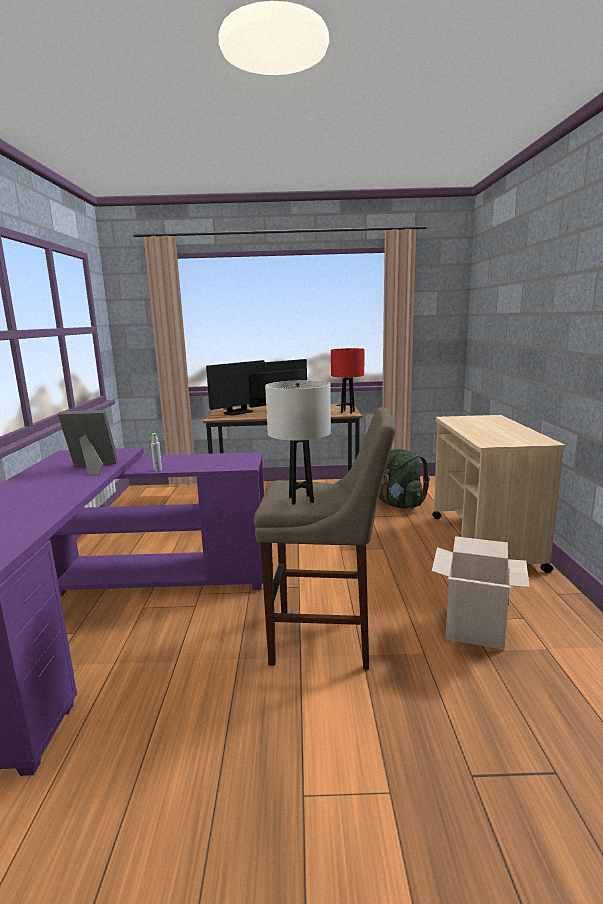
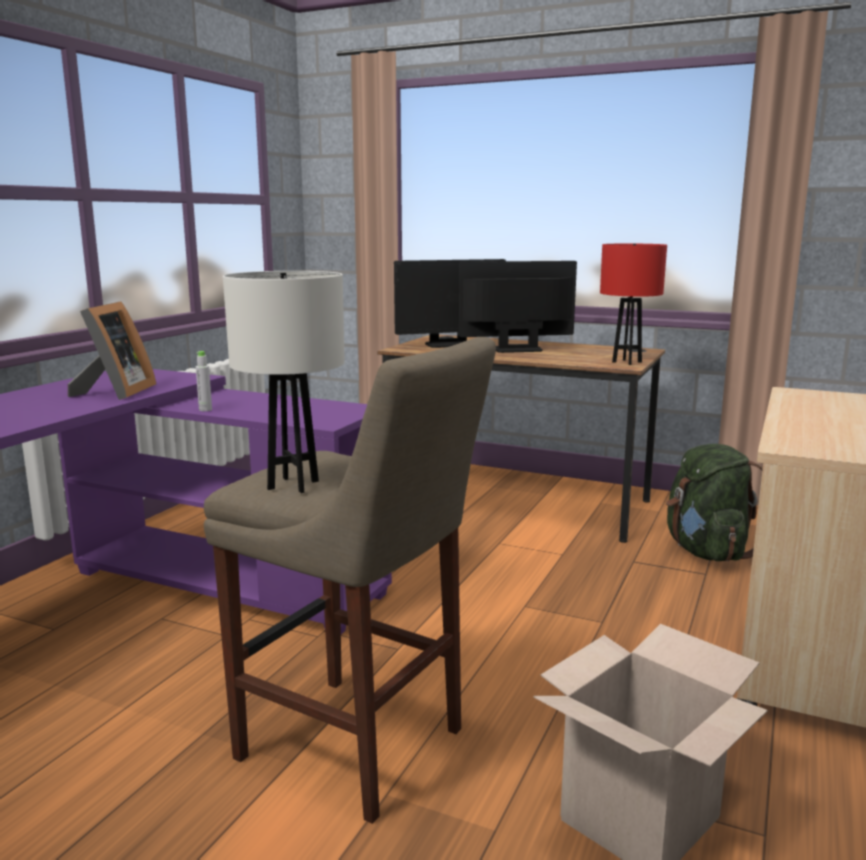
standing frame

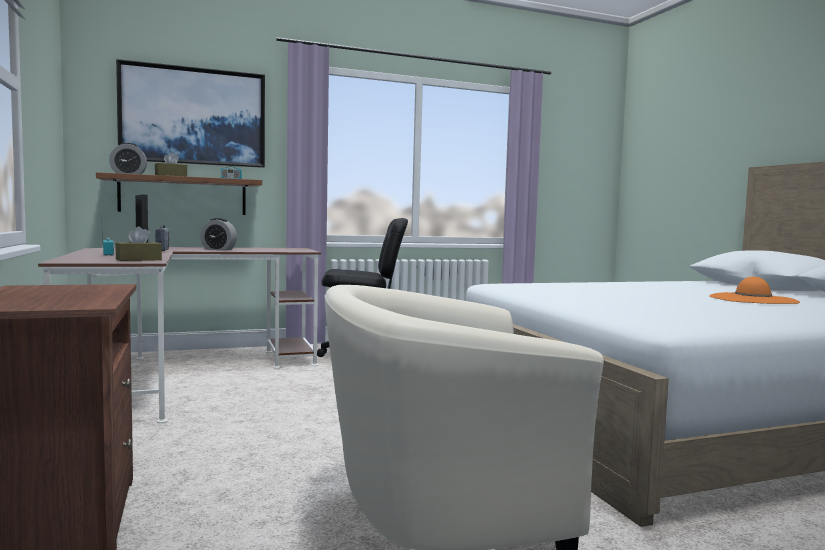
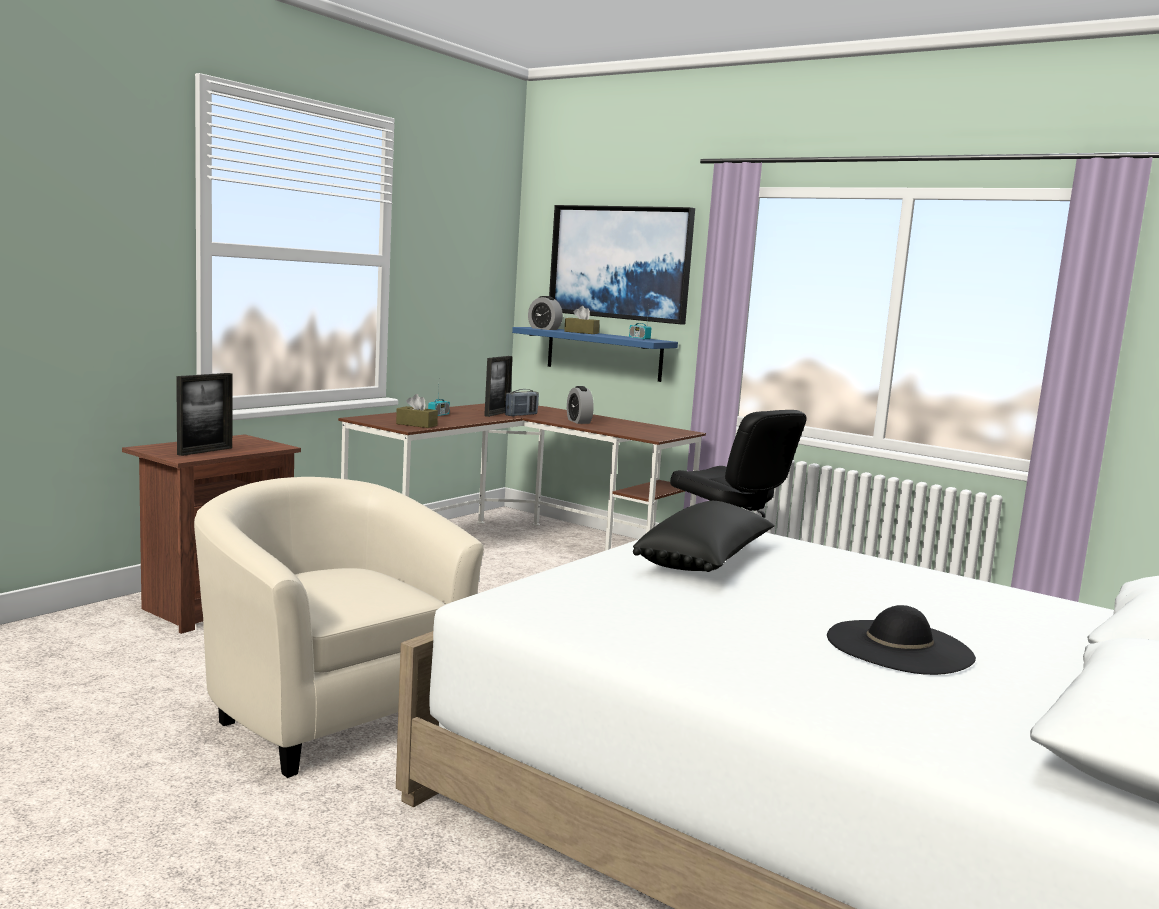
bracket shelf/blue
hat/black
standing frame (1st from left)
pillow/black

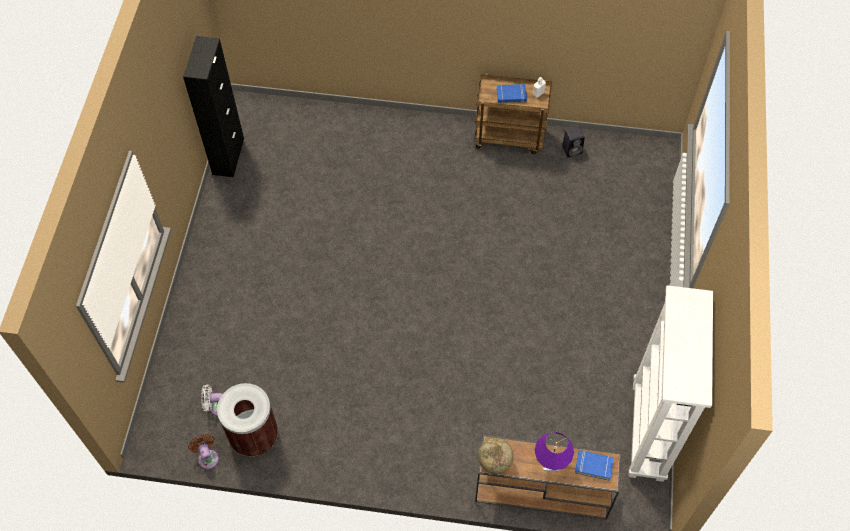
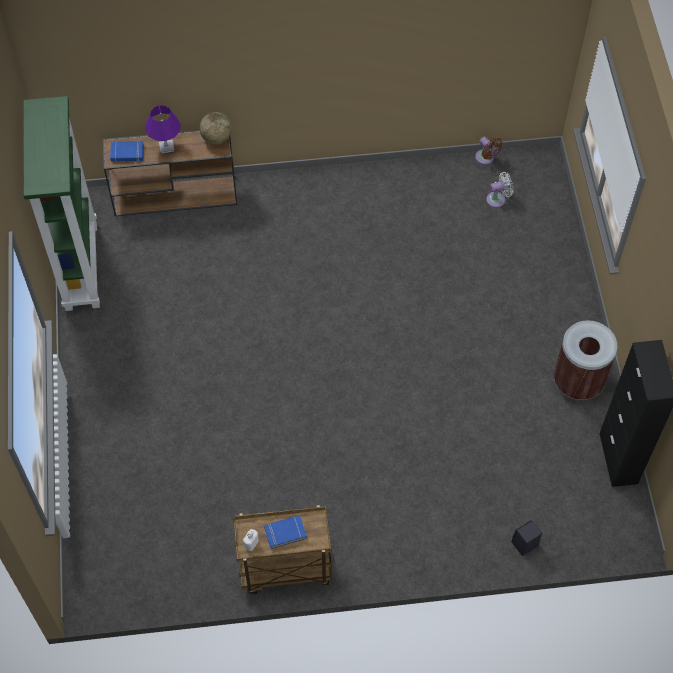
rubbish bin/brown
audio speaker/black
bookshelf/greenish

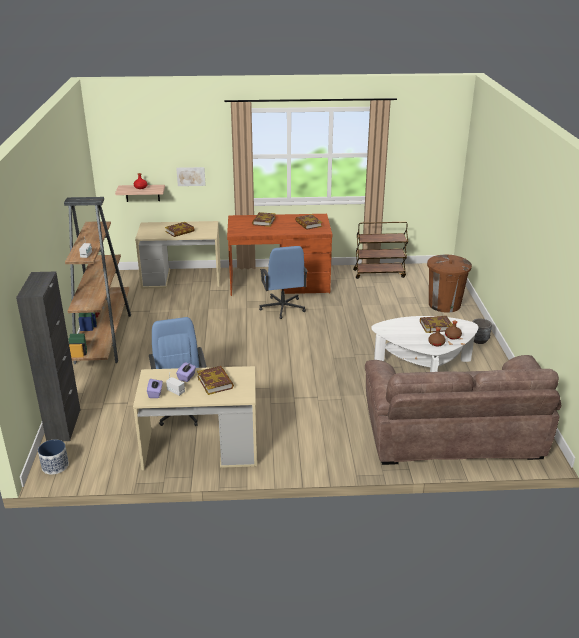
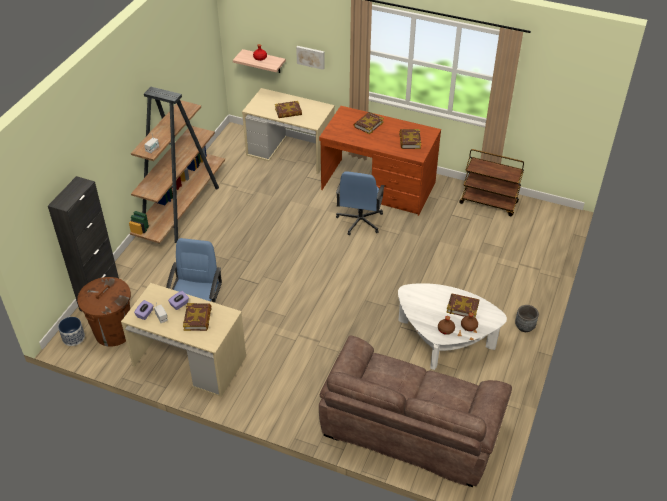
rubbish bin/brown

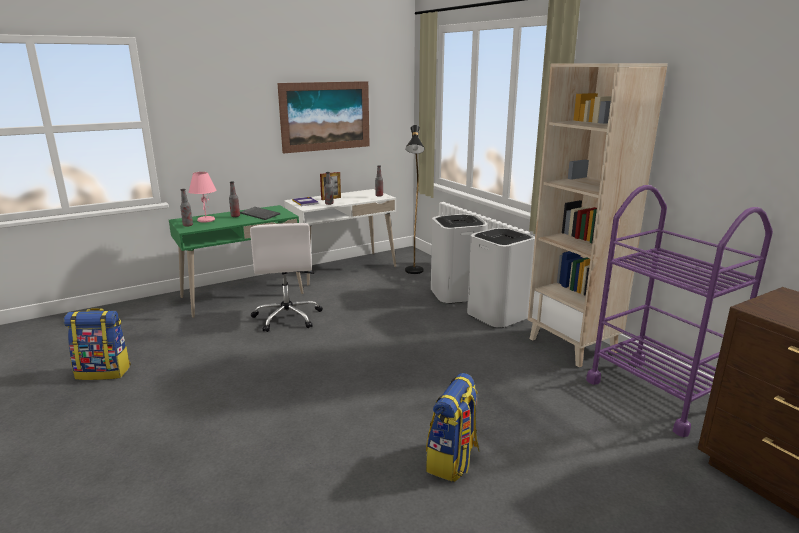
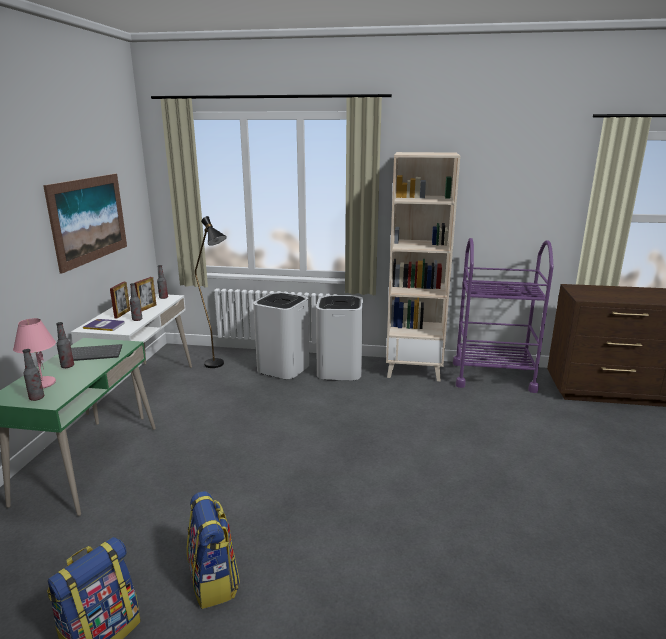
office chair/white
knapsack (2nd from left)
standing frame (2nd from left)

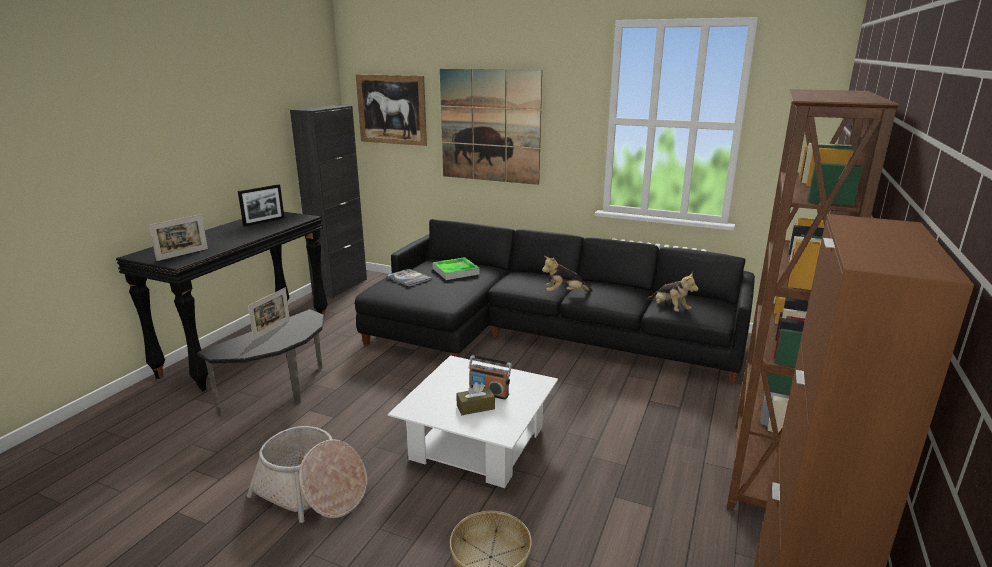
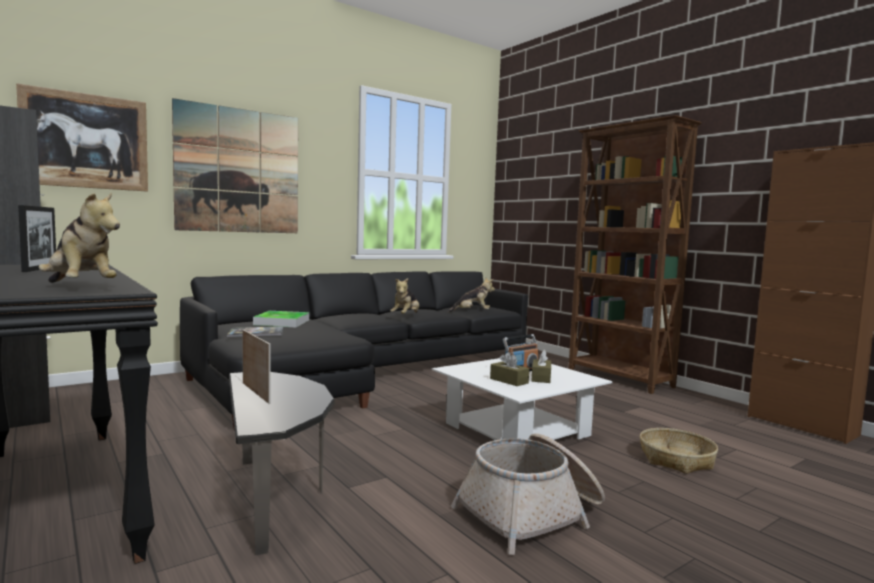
soft toy (1st from left)
tissue box/brown (1st from left)

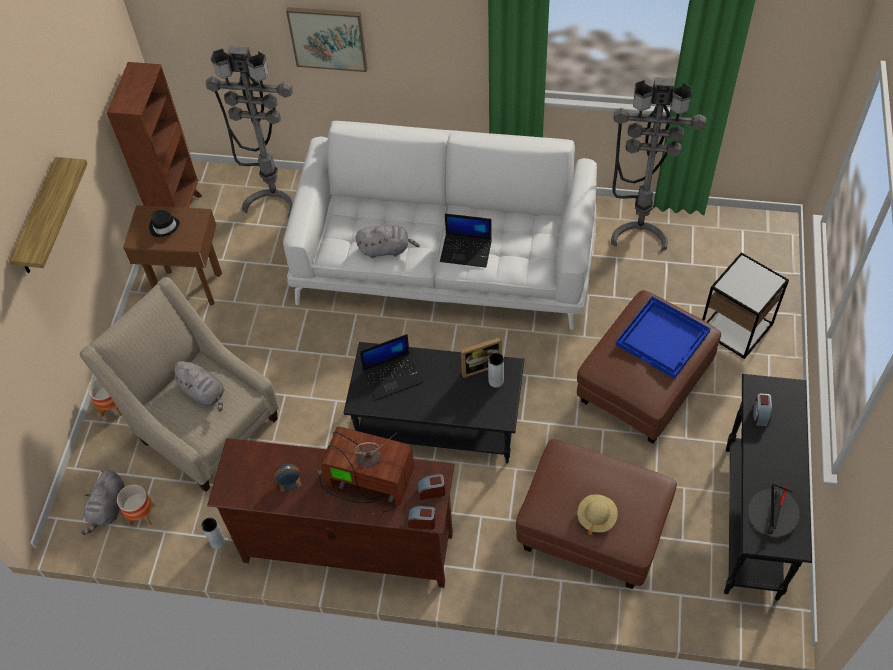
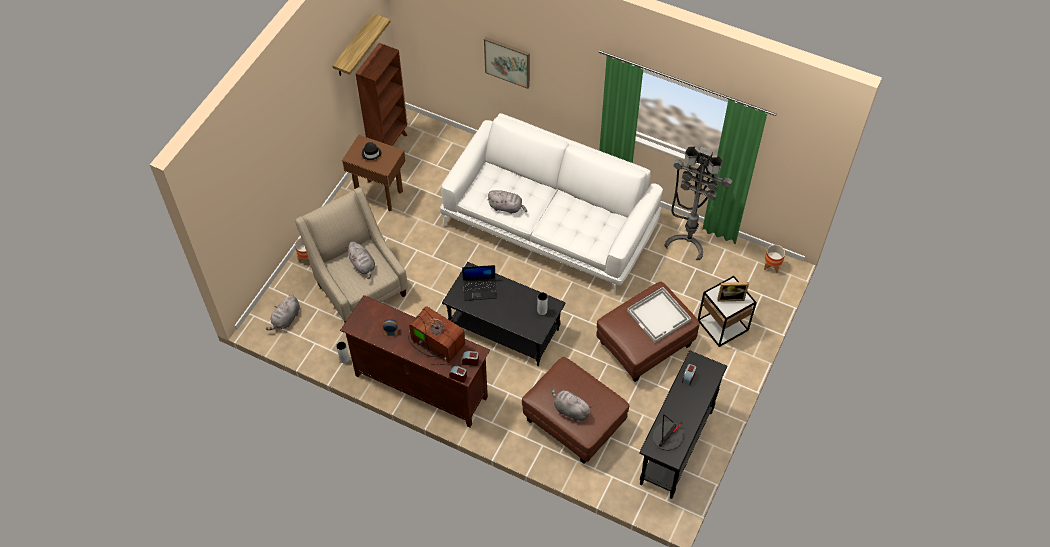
bracket shelf
planter (2nd from left)
floor lamp/gray (1st from left in the first image)
portable computer (2nd from left in the first image)
standing frame
soft toy/gray (4th from left)
serving tray/white

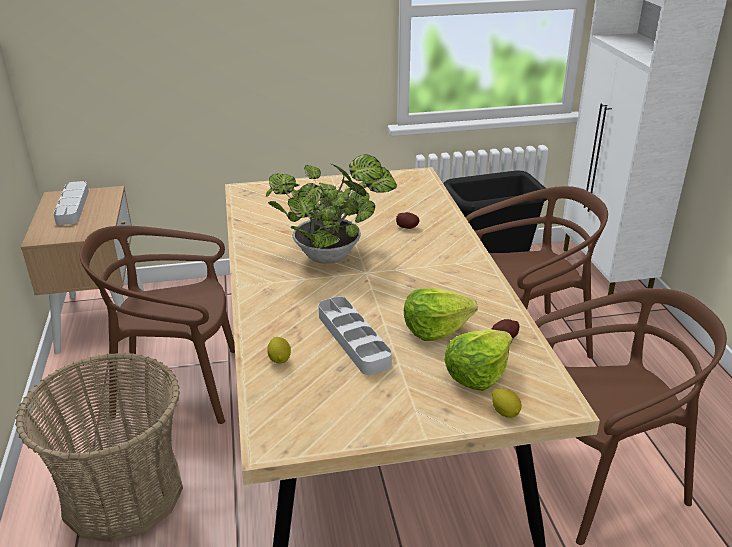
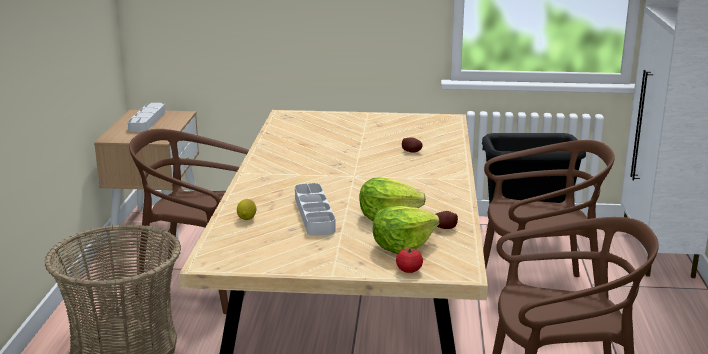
plant in a pot
whole tomato

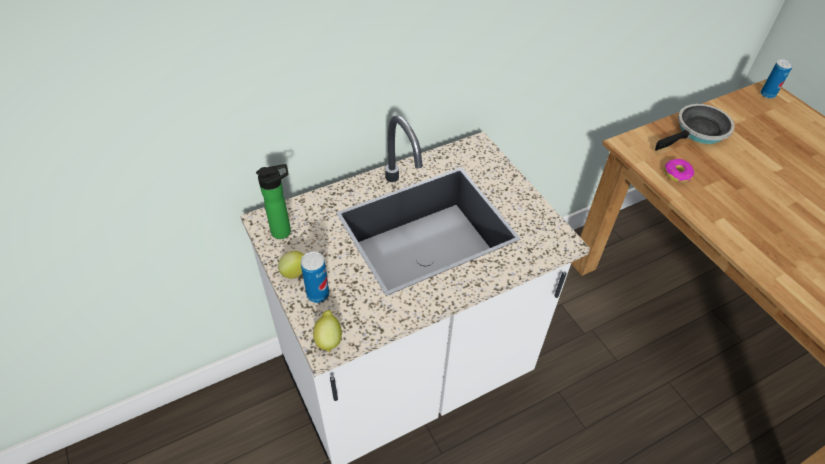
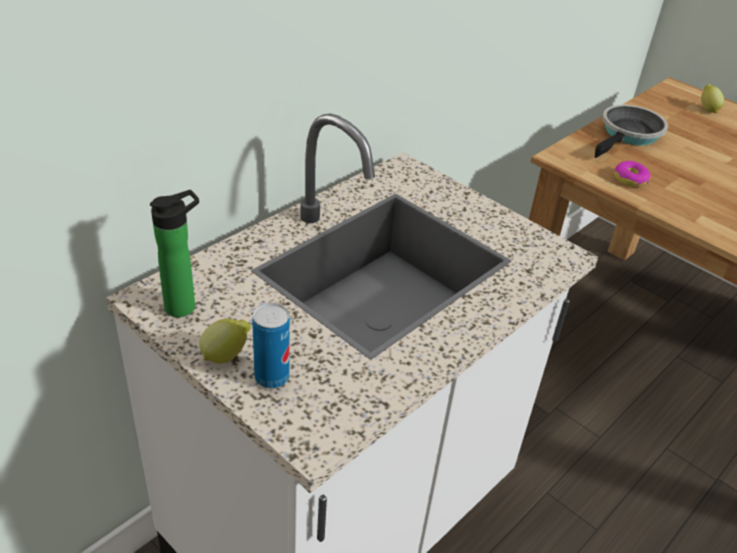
citrus fruit (2nd from left)
metal can (2nd from left in the first image)

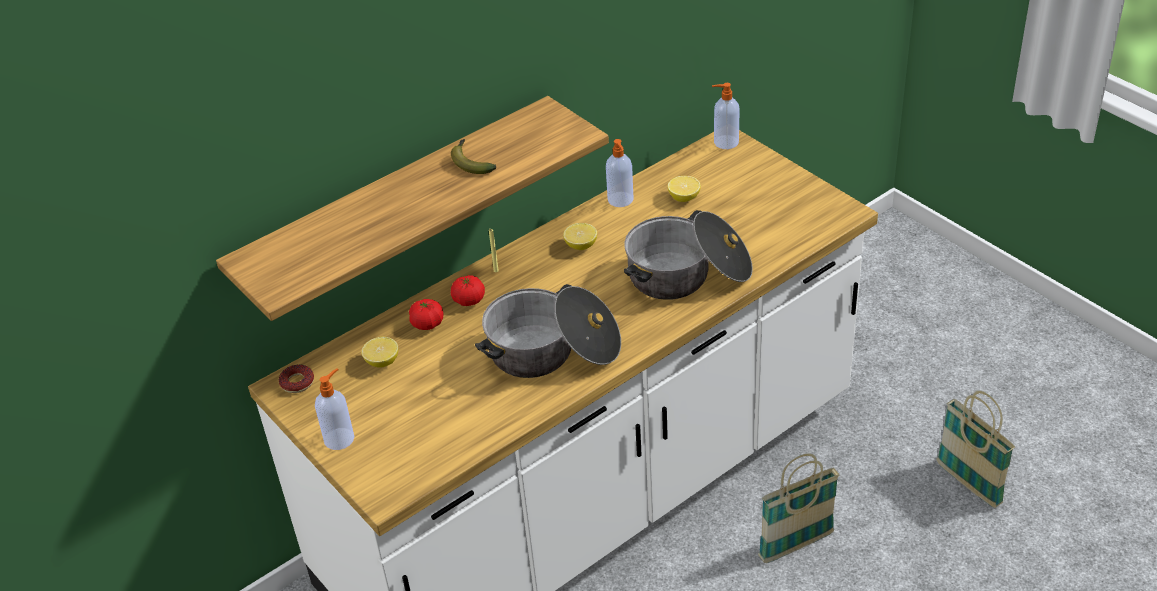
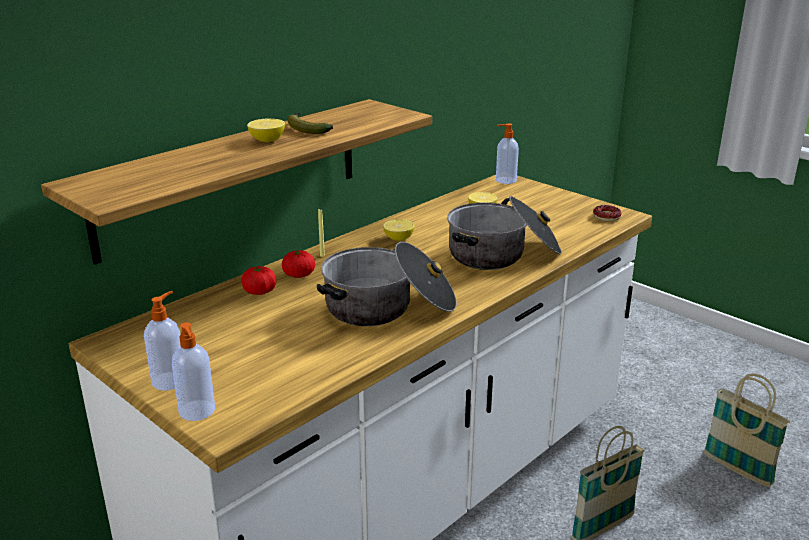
doughnut
citrus fruit (1st from left)
soap dispenser (2nd from left)

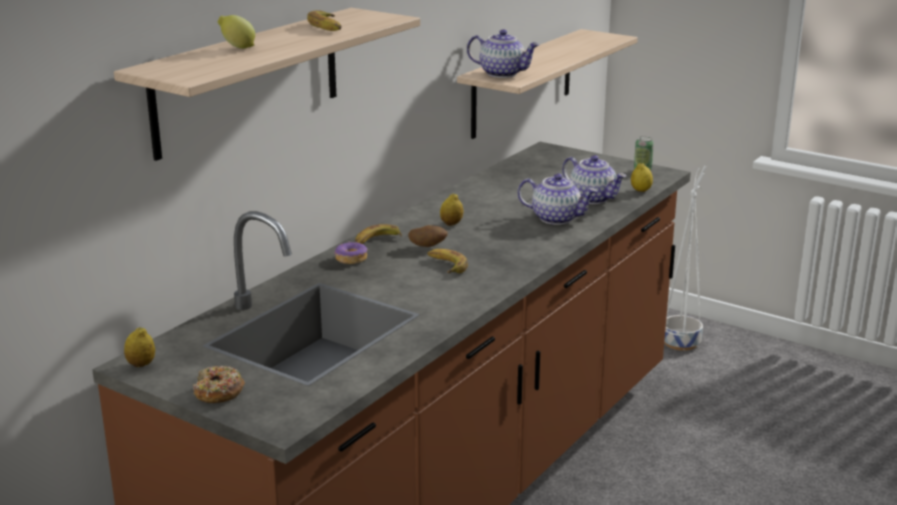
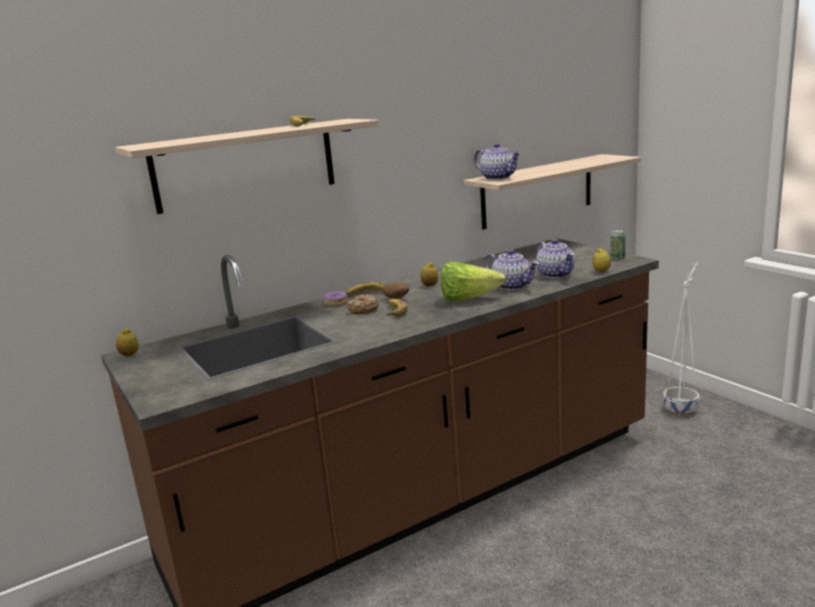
doughnut (2nd from left)
citrus fruit (2nd from left in the first image)
lettuce

